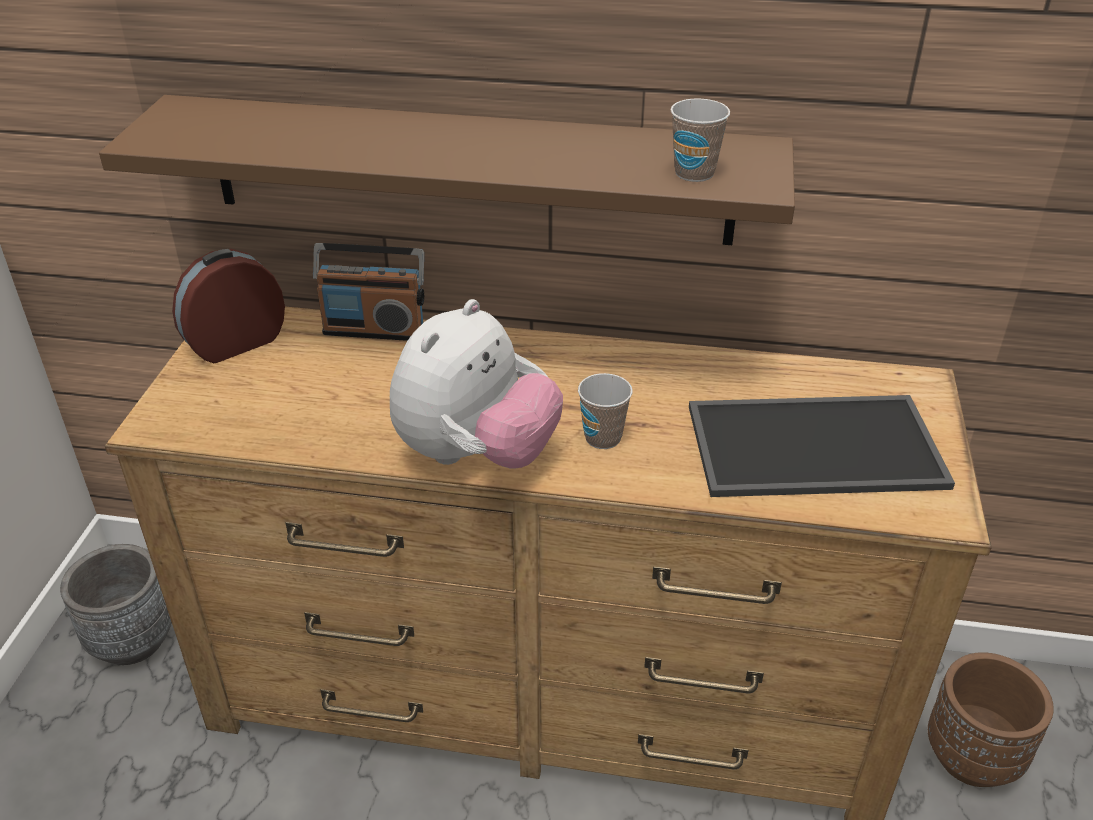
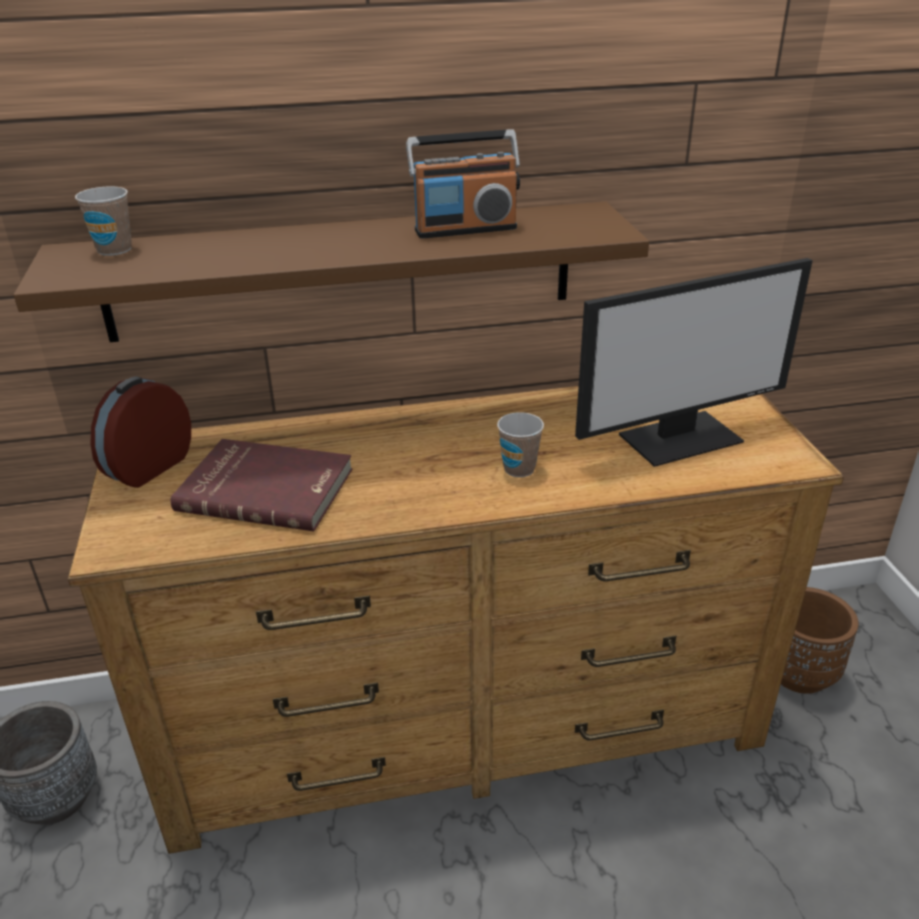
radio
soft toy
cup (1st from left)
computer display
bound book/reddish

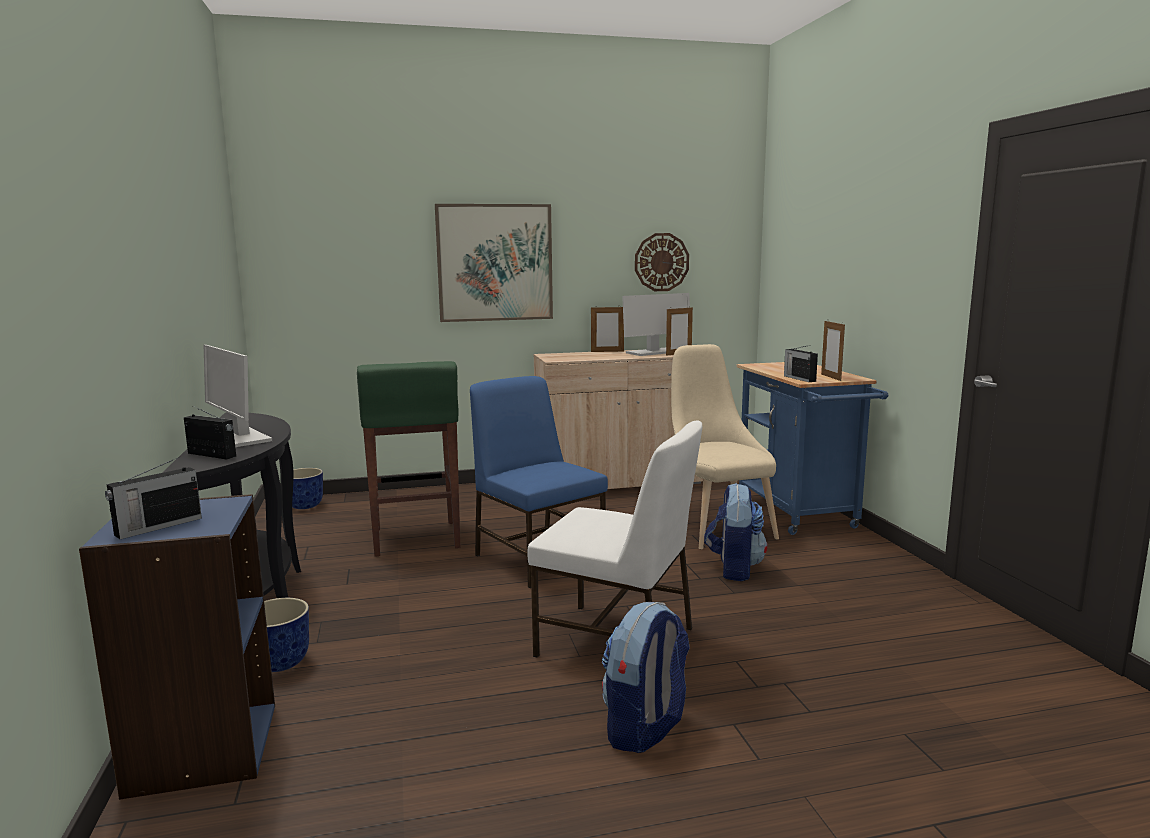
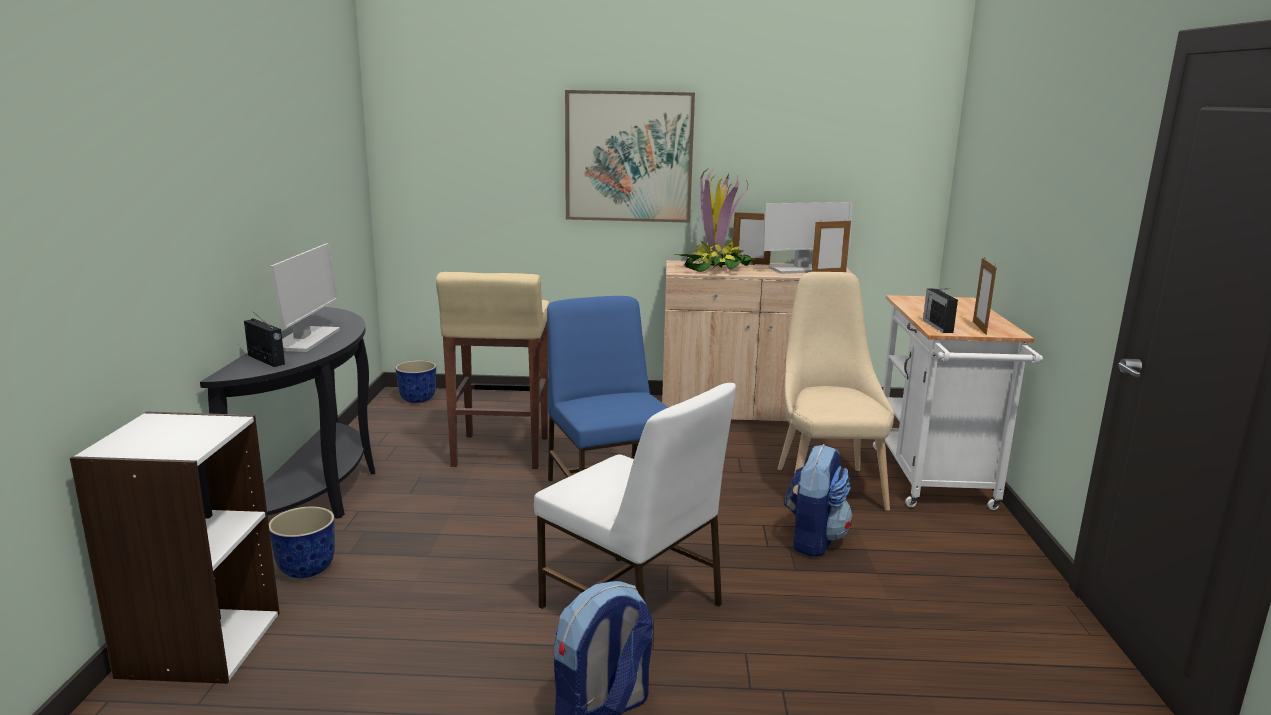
bookshelf/white
radio (1st from left in the first image)
computer display (1st from left)
stool/beige-coloured
wall clock
wheeled cart/white
plant in a pot

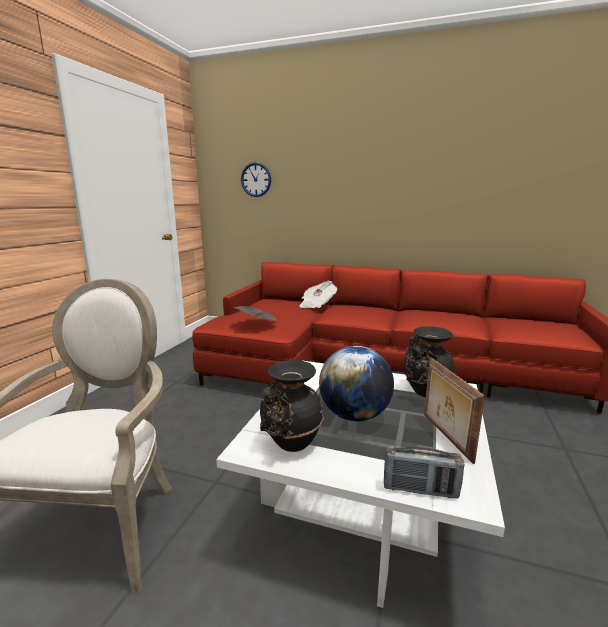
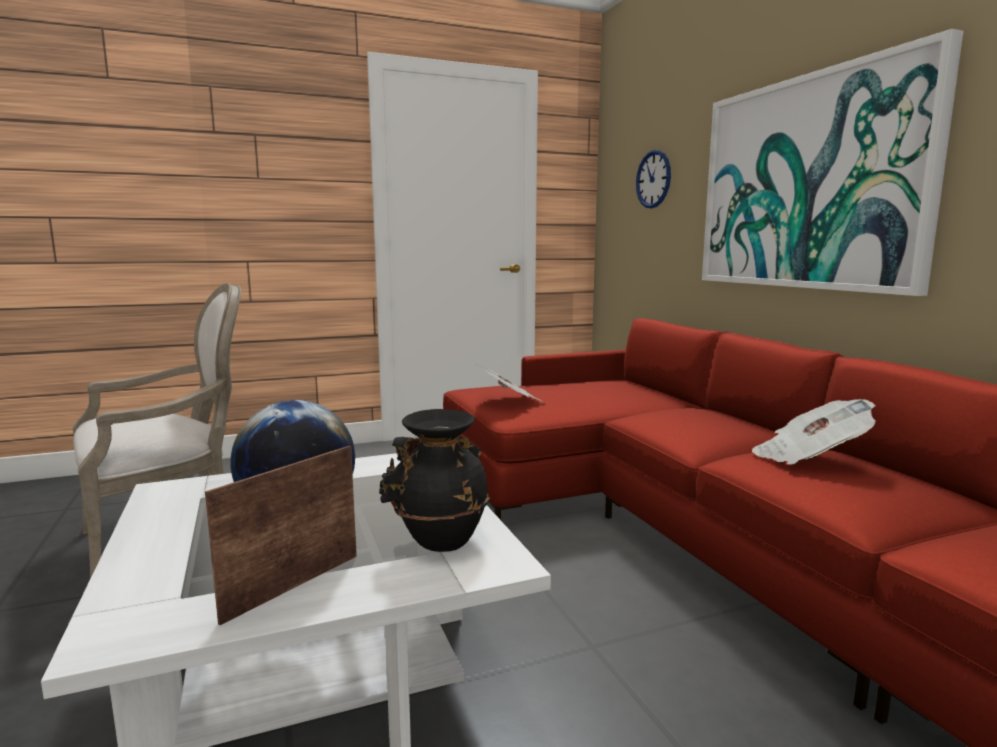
vase/black (1st from left in the first image)
newspaper (2nd from left)
radio
wall art

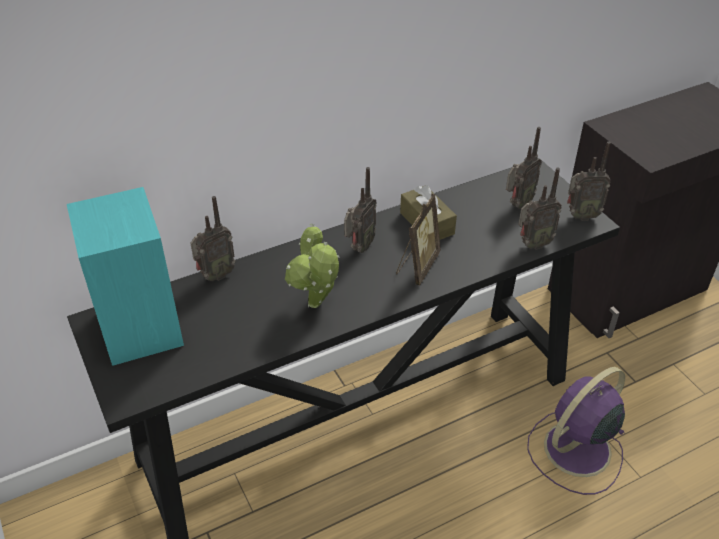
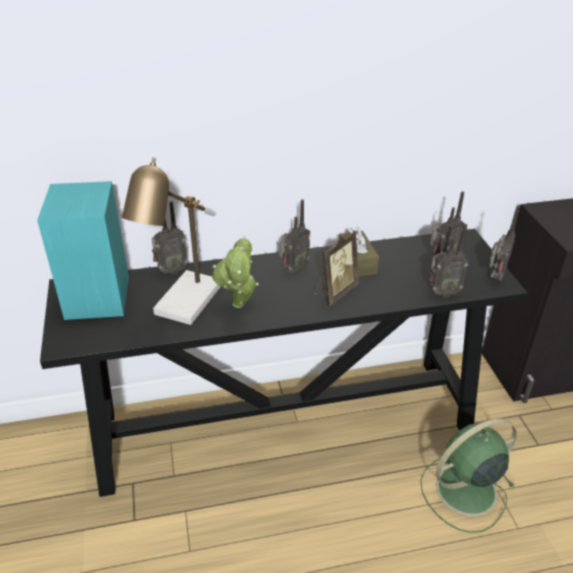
fan/greenish
radio (5th from left)
lamp for a table

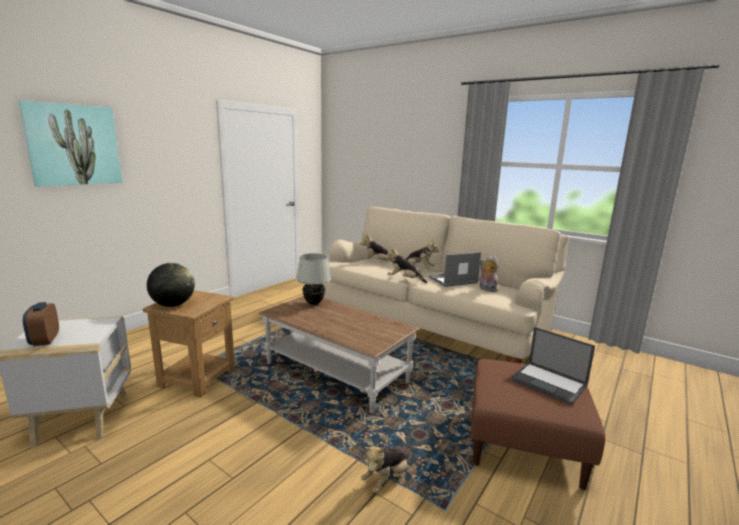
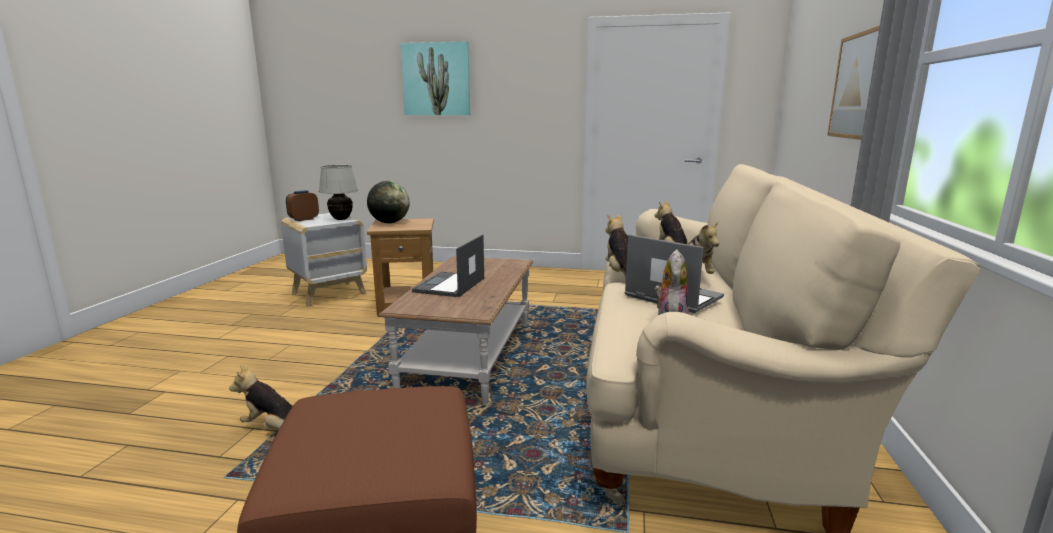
lamp for a table/white
portable computer (1st from left)
wall art (2nd from left)

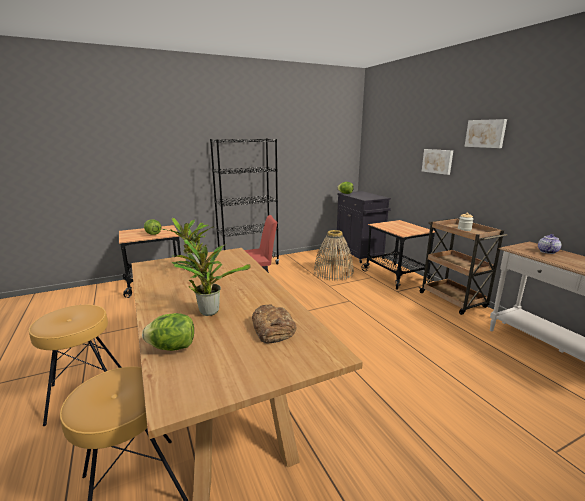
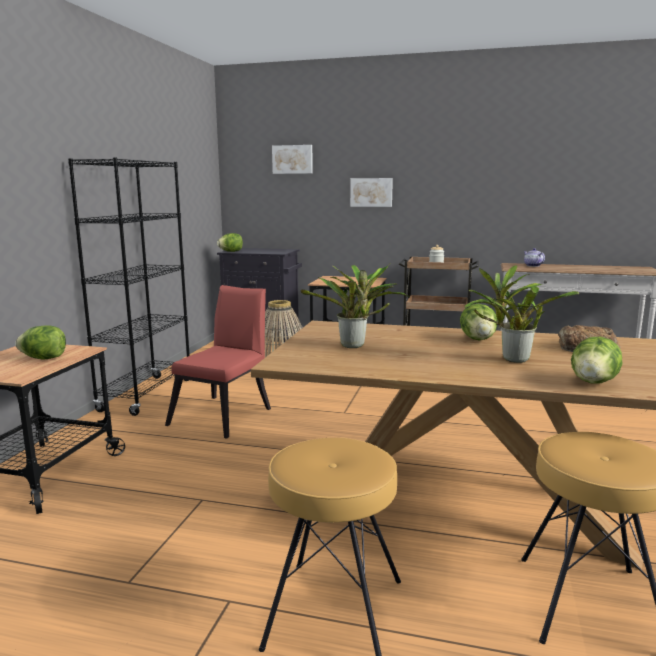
wall art (1st from left)
lettuce (3rd from left)

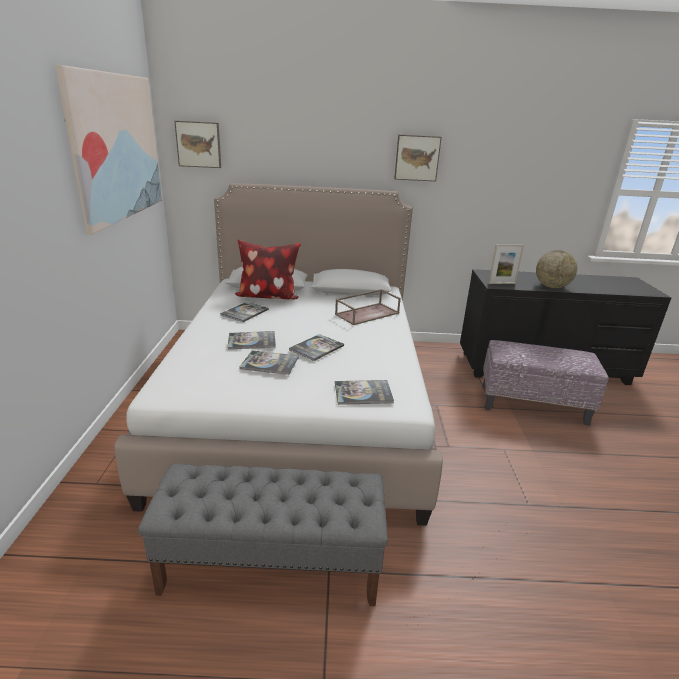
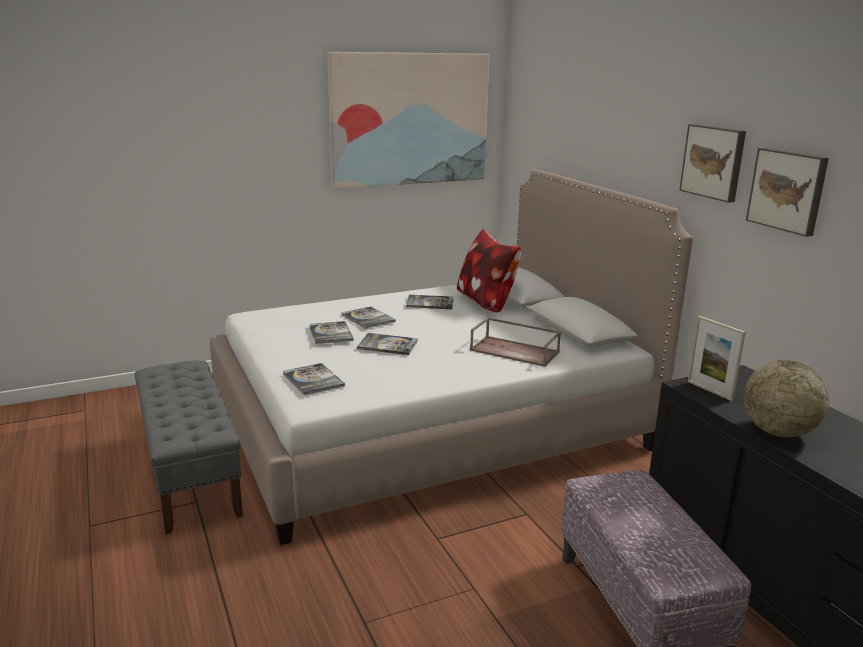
wall art (3rd from left)

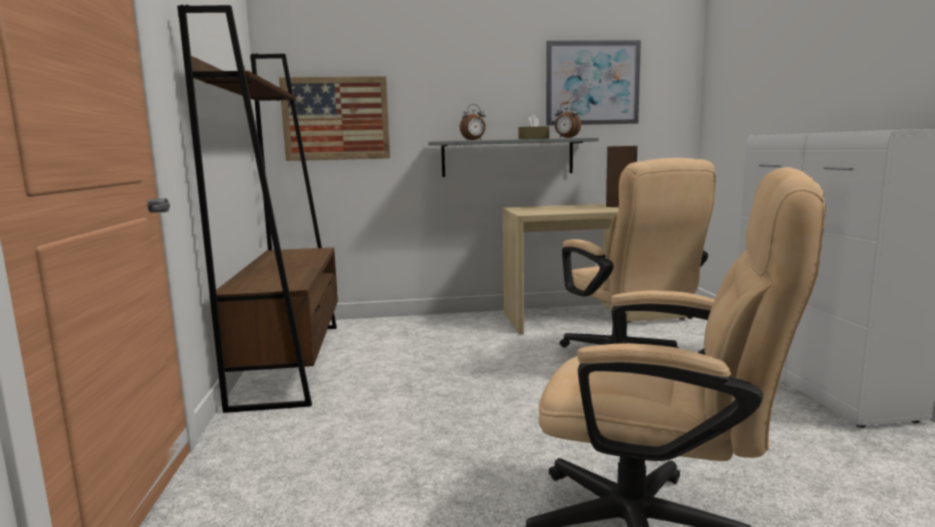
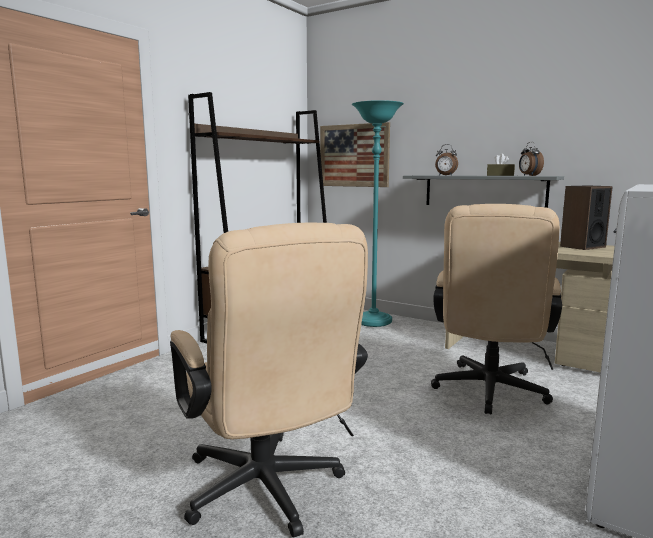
wall art (2nd from left in the first image)
floor lamp/turquoise

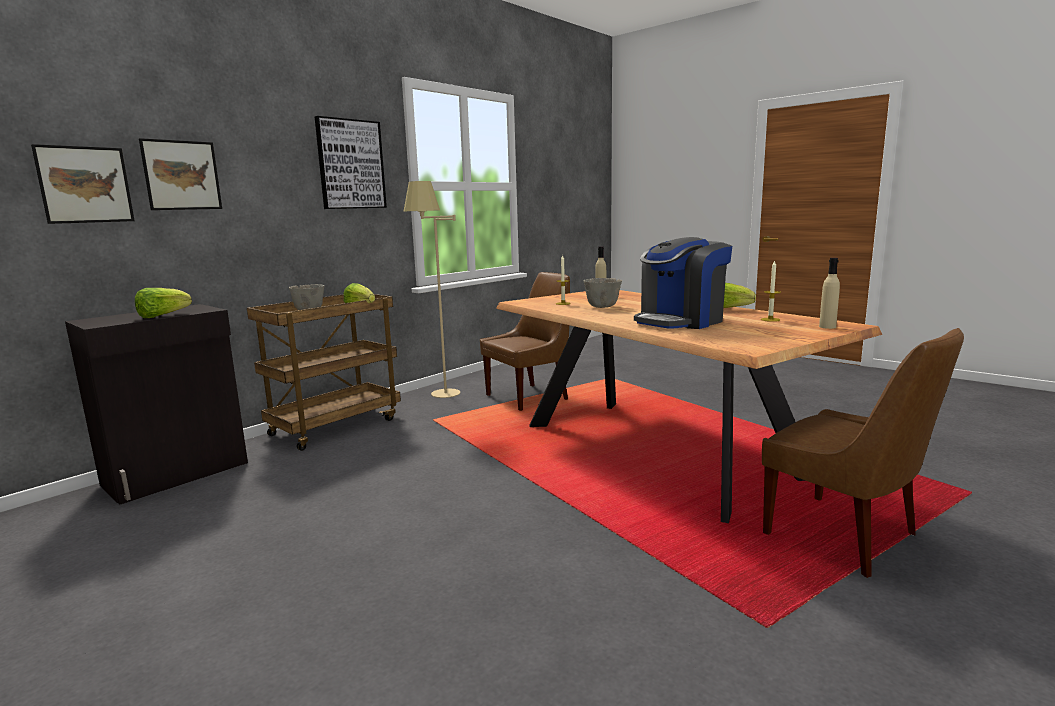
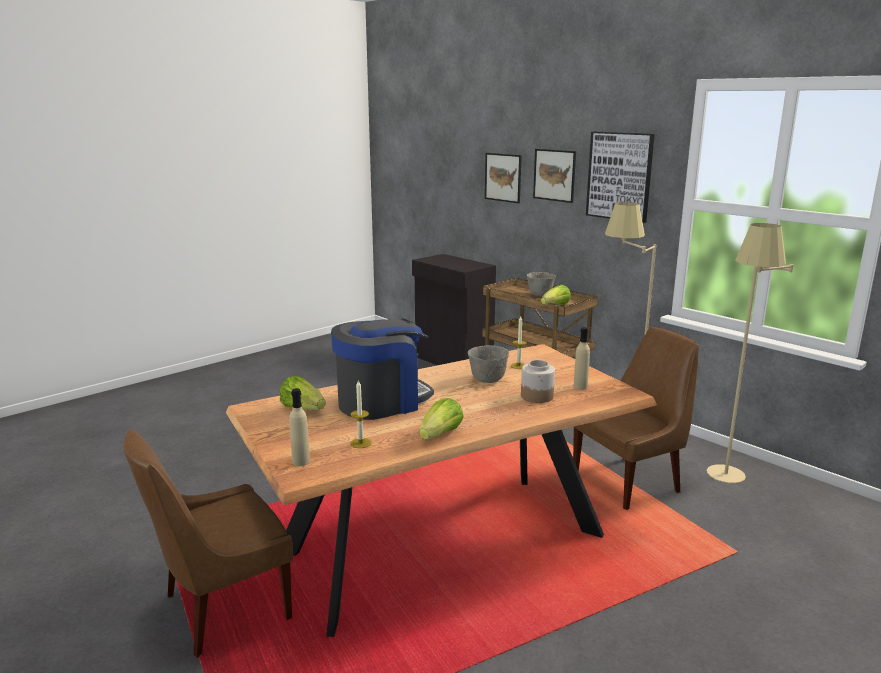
wall art (2nd from left)
lettuce (1st from left)
chair/brown (2nd from left)
coffee maker
jar
floor lamp/beige-coloured (2nd from left)

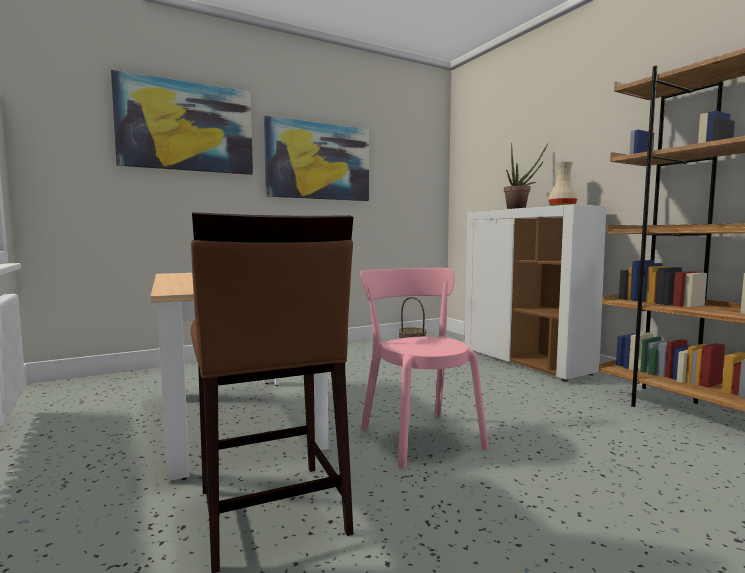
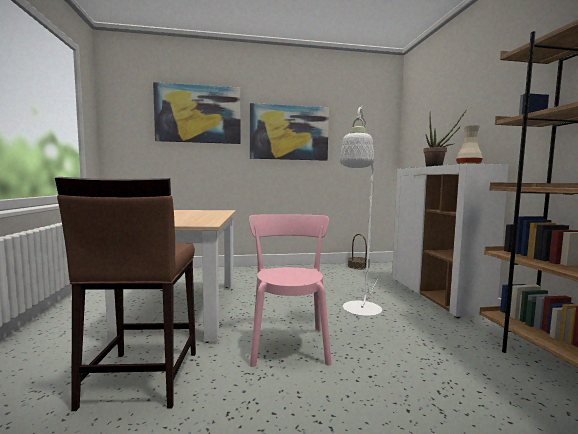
floor lamp/white

